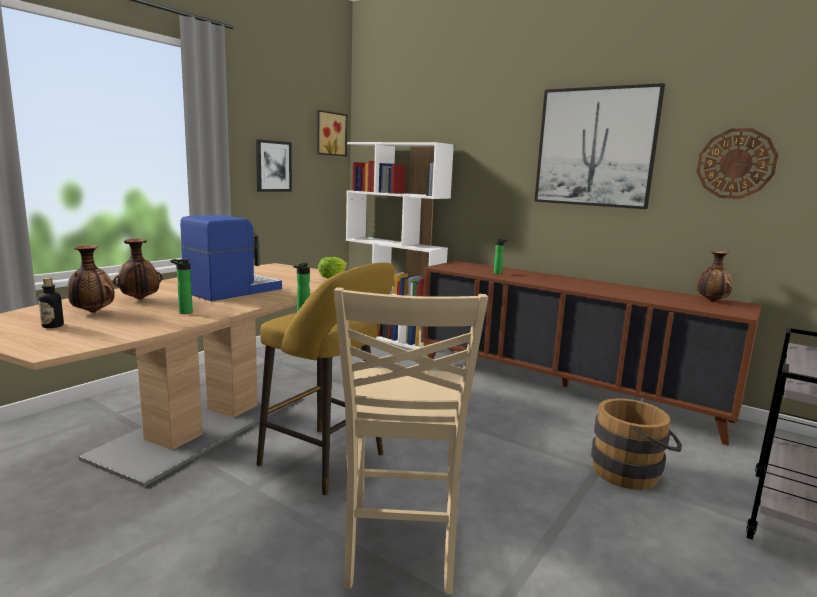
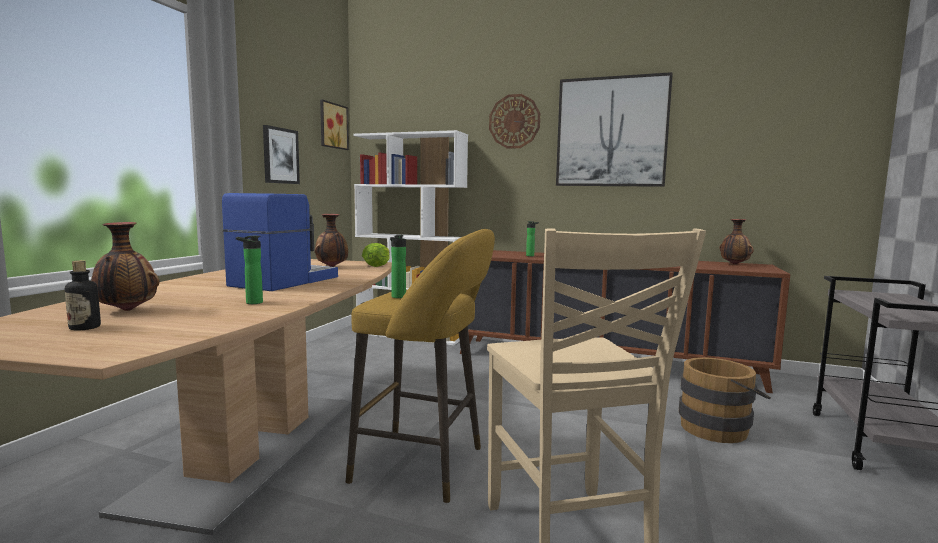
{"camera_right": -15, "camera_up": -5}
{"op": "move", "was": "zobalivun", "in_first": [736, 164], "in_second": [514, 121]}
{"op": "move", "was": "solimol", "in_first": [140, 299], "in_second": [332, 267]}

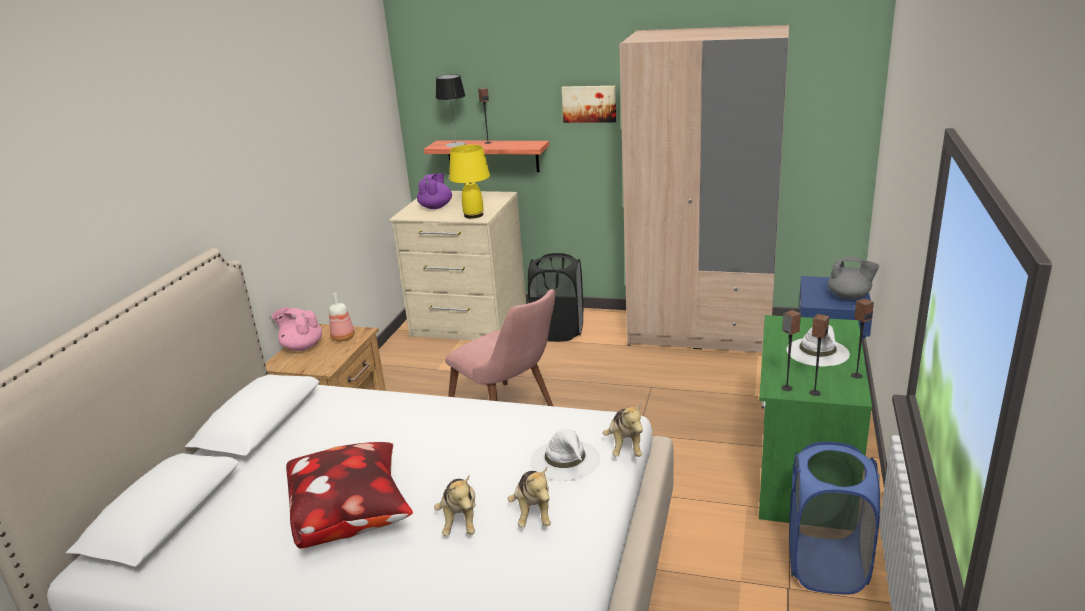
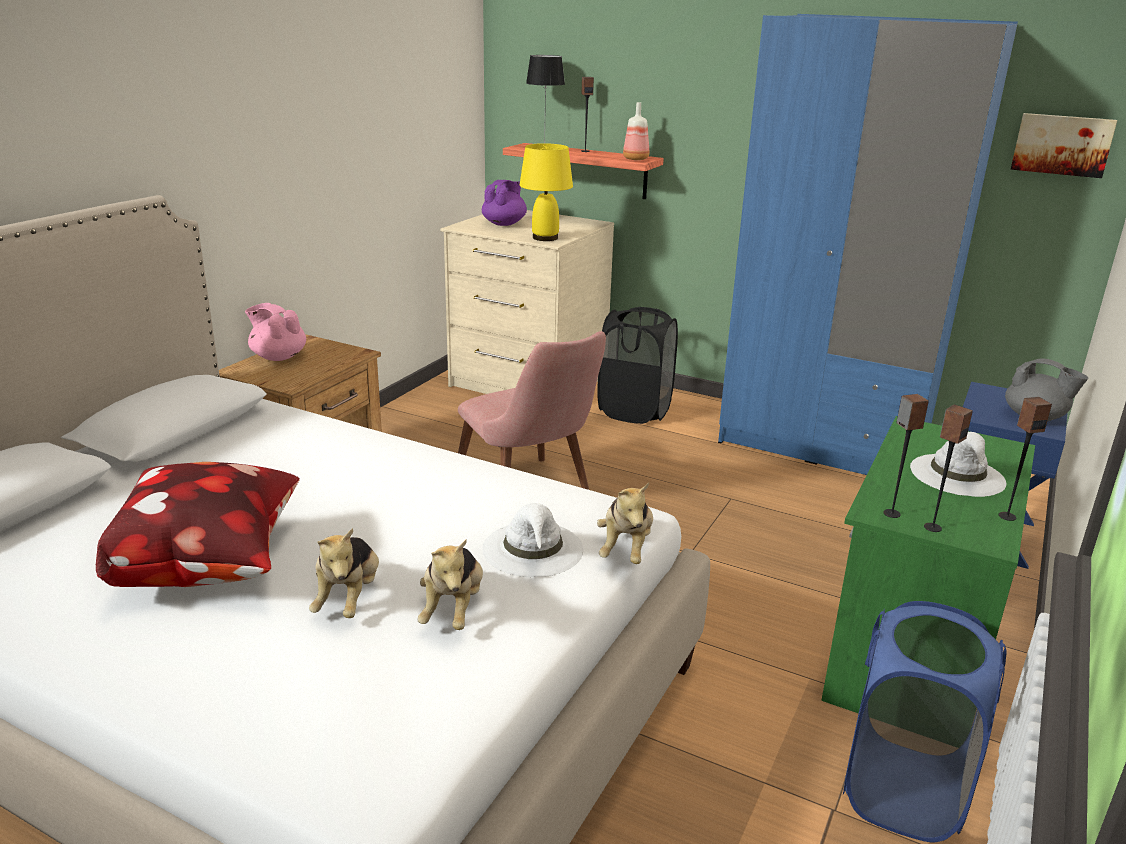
{"camera_right": 10, "camera_up": 0}
{"op": "recolor", "was": "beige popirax", "now": "blue popirax", "in_first": [701, 332], "in_second": [823, 444]}
{"op": "move", "was": "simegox", "in_first": [589, 103], "in_second": [1062, 144]}
{"op": "move", "was": "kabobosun", "in_first": [344, 338], "in_second": [636, 159]}

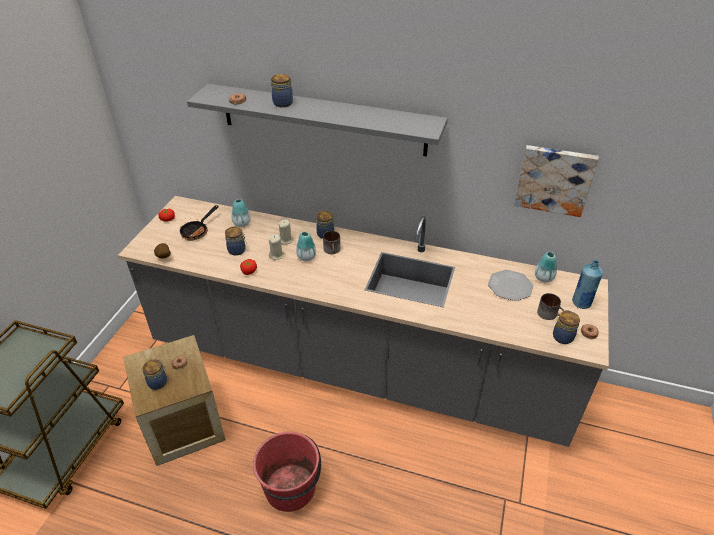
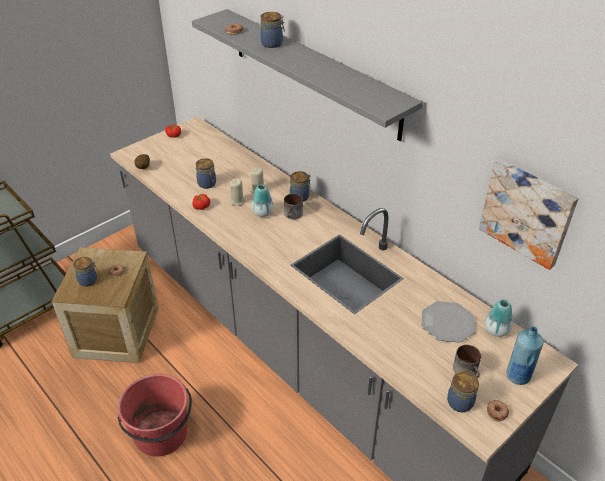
{"camera_right": 30, "camera_up": 0}
{"op": "delete", "was": "solimol", "in_first": [242, 224]}
{"op": "delete", "was": "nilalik", "in_first": [197, 231]}

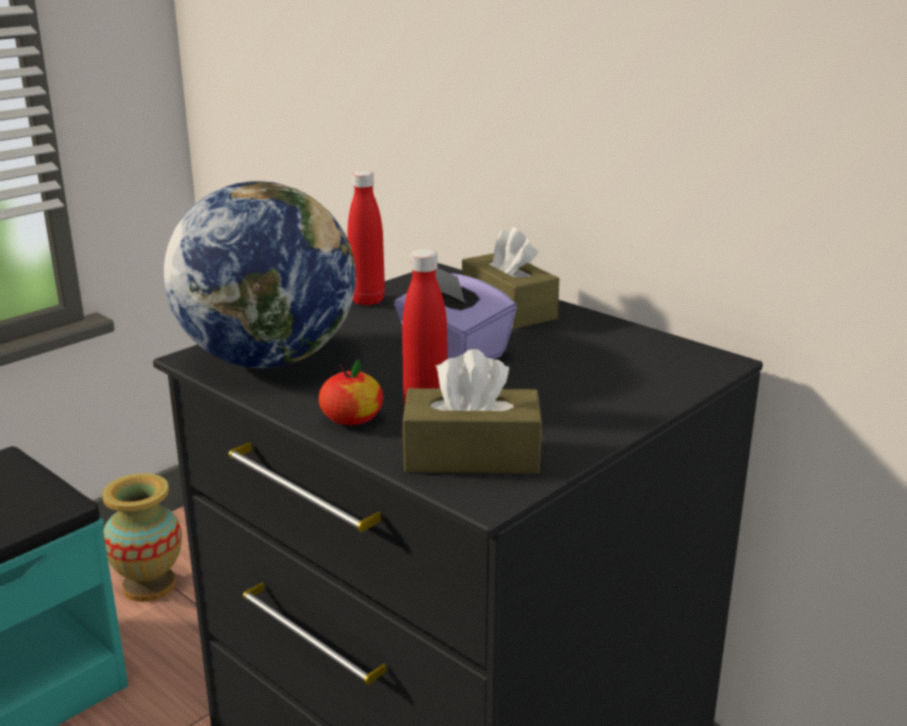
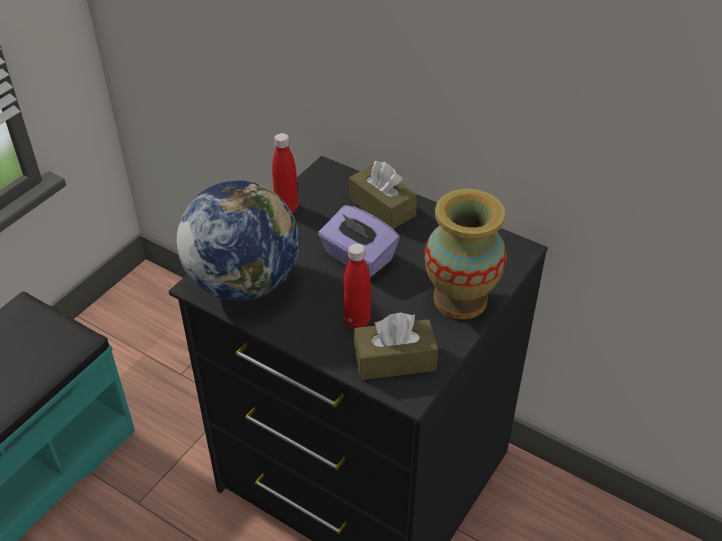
{"camera_right": -10, "camera_up": 20}
{"op": "delete", "was": "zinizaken", "in_first": [352, 419]}
{"op": "move", "was": "solimol", "in_first": [149, 586], "in_second": [460, 299]}

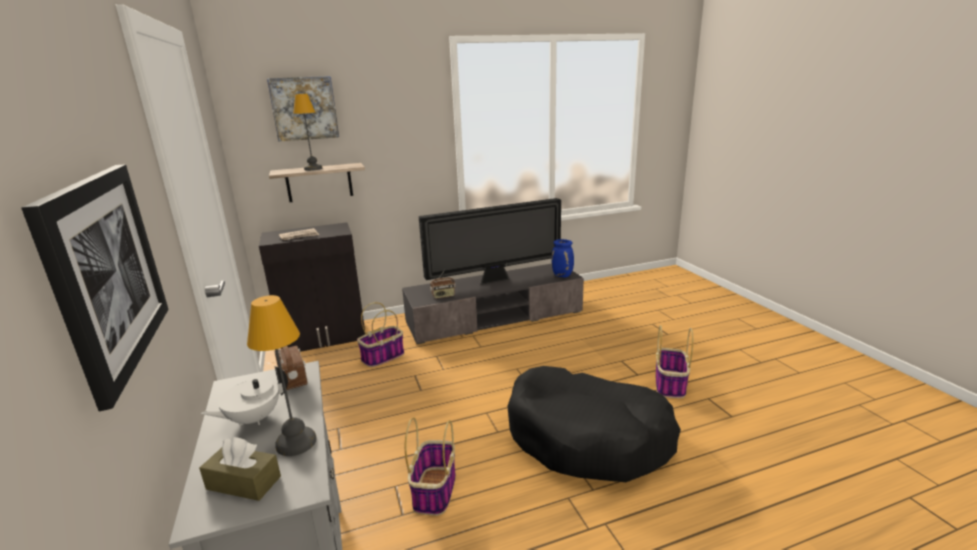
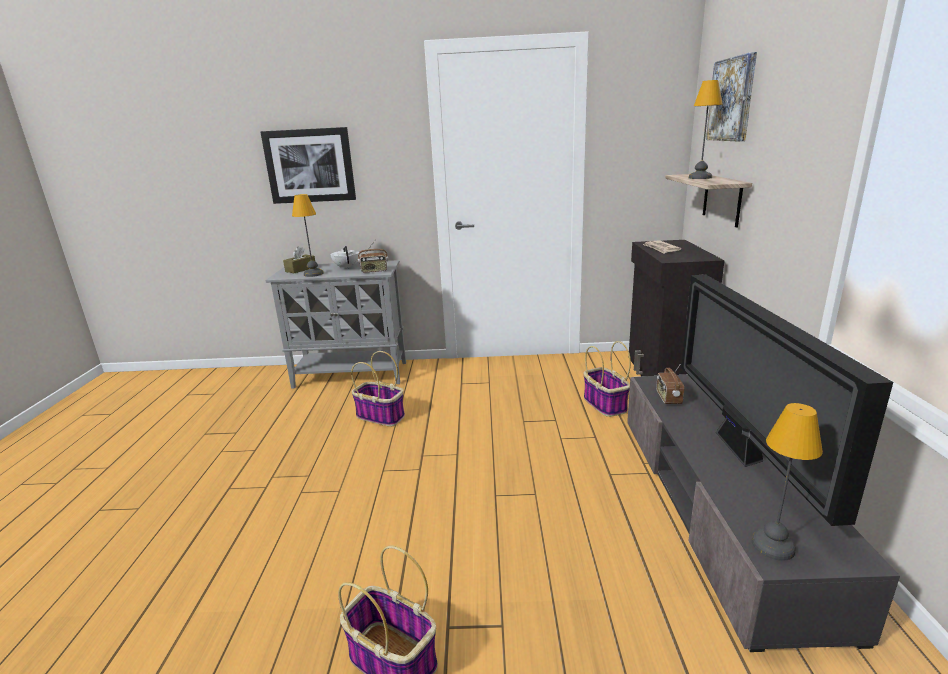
{"camera_right": 110, "camera_up": 0}
{"op": "replace", "was": "blue solimol", "now": "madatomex", "in_first": [563, 275], "in_second": [774, 546]}
{"op": "delete", "was": "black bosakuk", "in_first": [588, 437]}

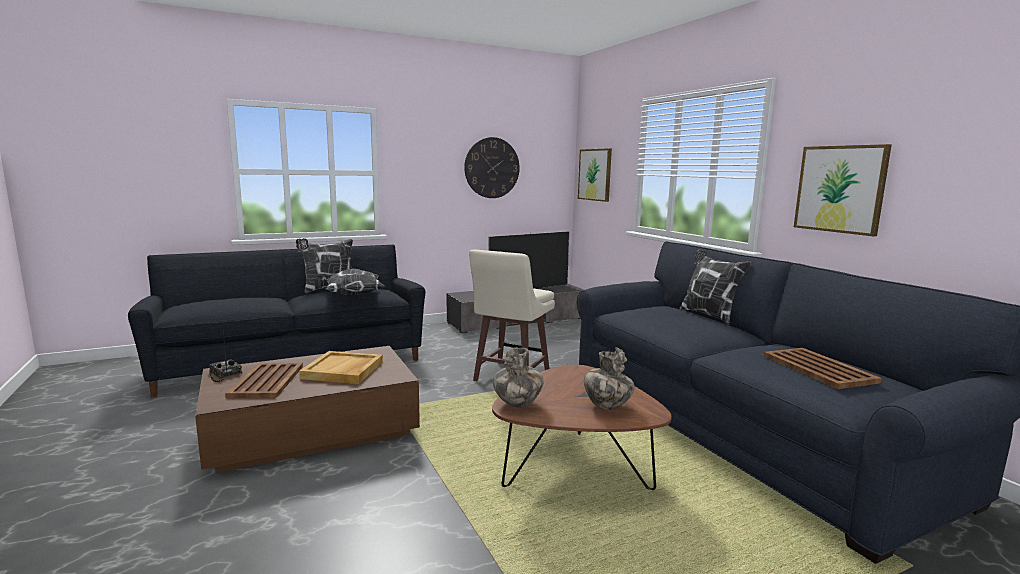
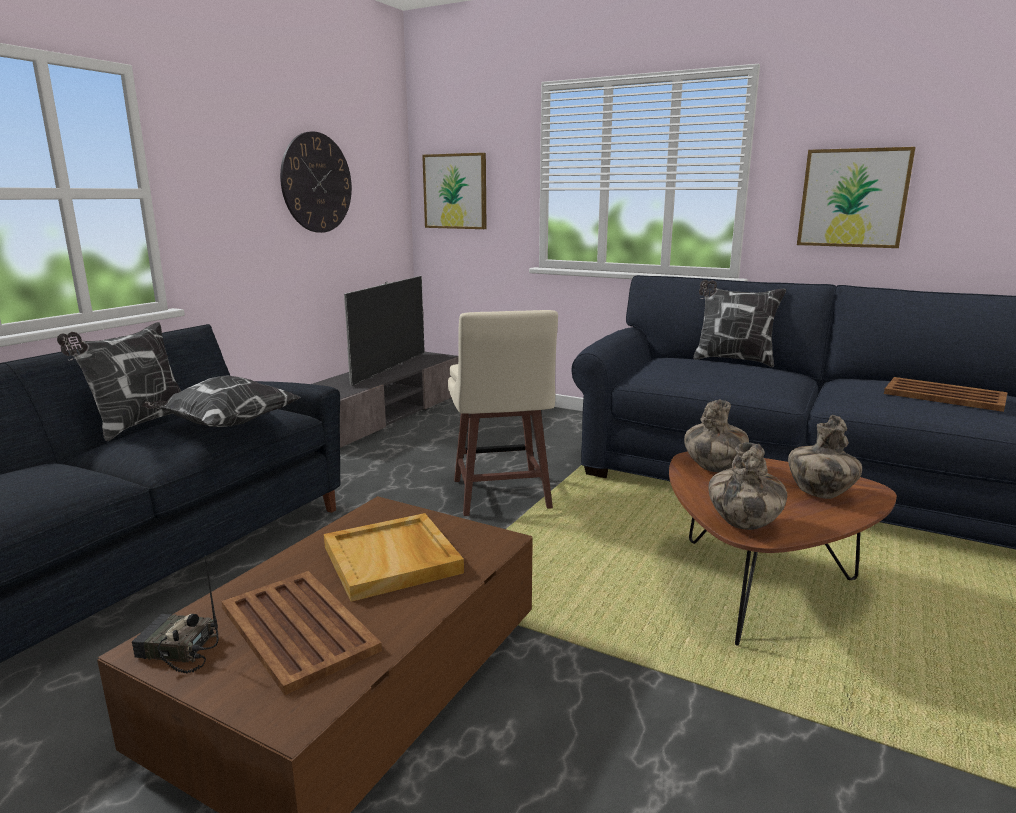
{"camera_right": -35, "camera_up": 5}
{"op": "insert", "now": "solimol", "in_second": [713, 468]}

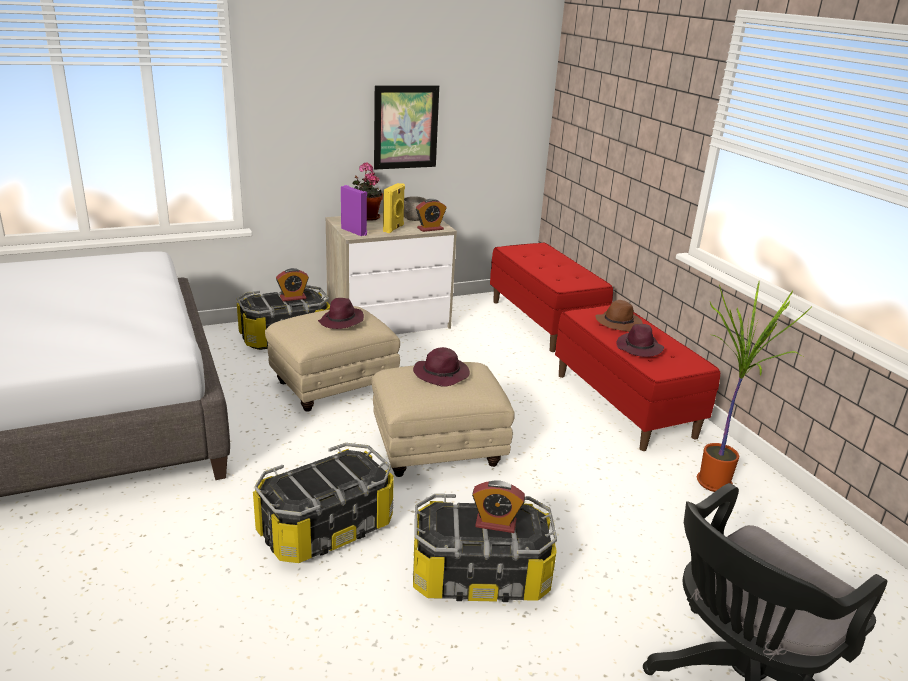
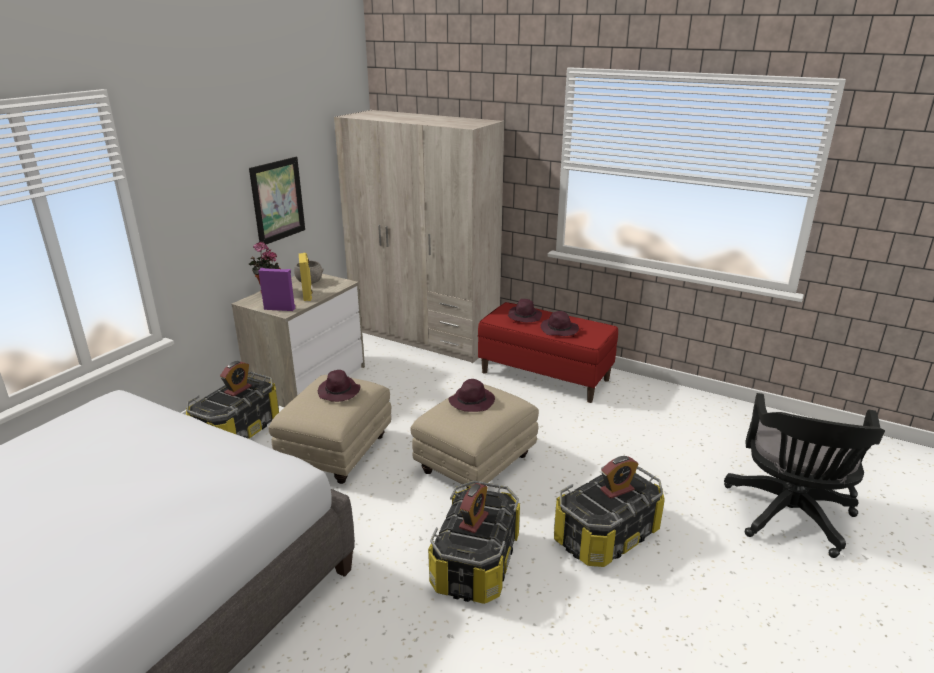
{"camera_right": -35, "camera_up": 0}
{"op": "move", "was": "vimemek", "in_first": [430, 229], "in_second": [473, 521]}
{"op": "replace", "was": "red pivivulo", "now": "beige popirax", "in_first": [544, 322], "in_second": [424, 336]}
{"op": "delete", "was": "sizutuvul", "in_first": [716, 483]}
{"op": "recolor", "was": "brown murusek", "now": "purple murusek", "in_first": [618, 323], "in_second": [524, 316]}

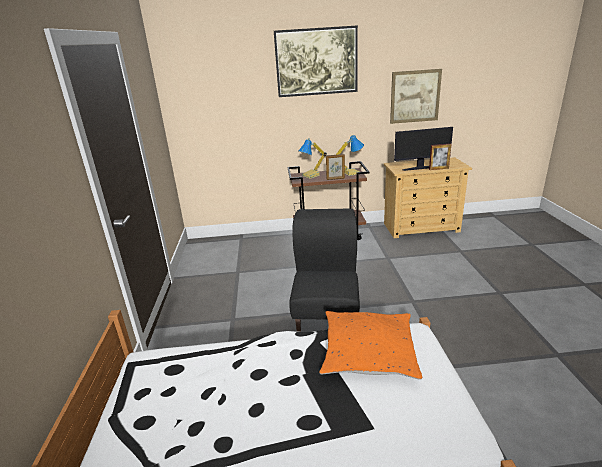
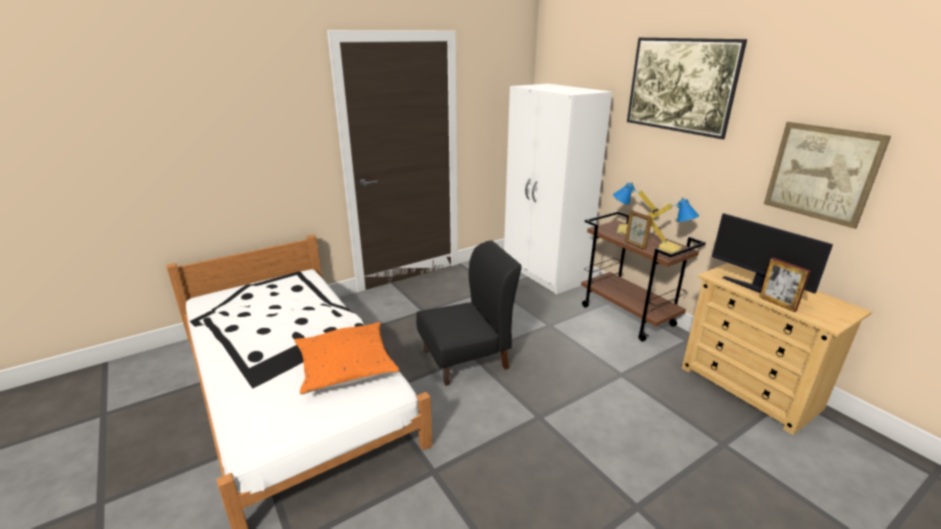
{"camera_right": 60, "camera_up": 0}
{"op": "insert", "now": "white popirax", "in_second": [544, 273]}

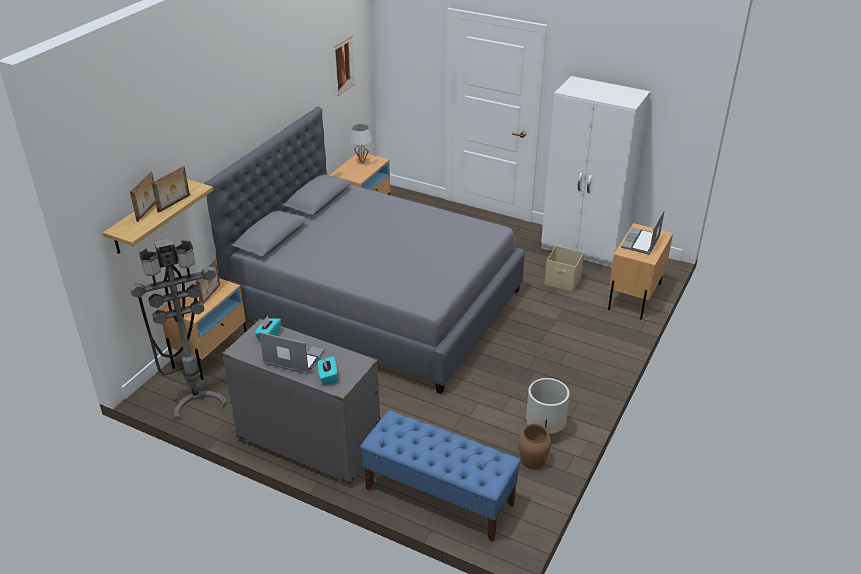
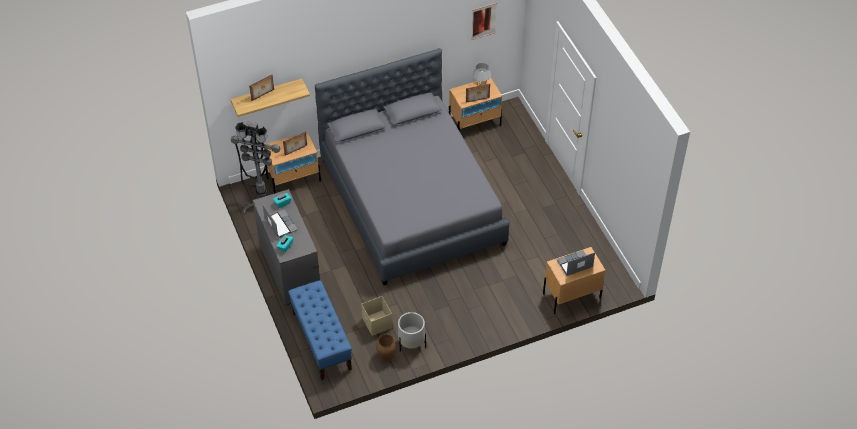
{"camera_right": 40, "camera_up": 15}
{"op": "delete", "was": "white popirax", "in_first": [584, 249]}
{"op": "move", "was": "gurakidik", "in_first": [174, 204], "in_second": [477, 100]}
{"op": "move", "was": "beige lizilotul", "in_first": [563, 282], "in_second": [377, 323]}

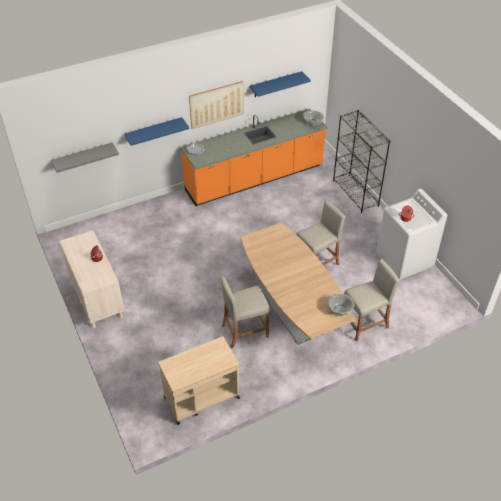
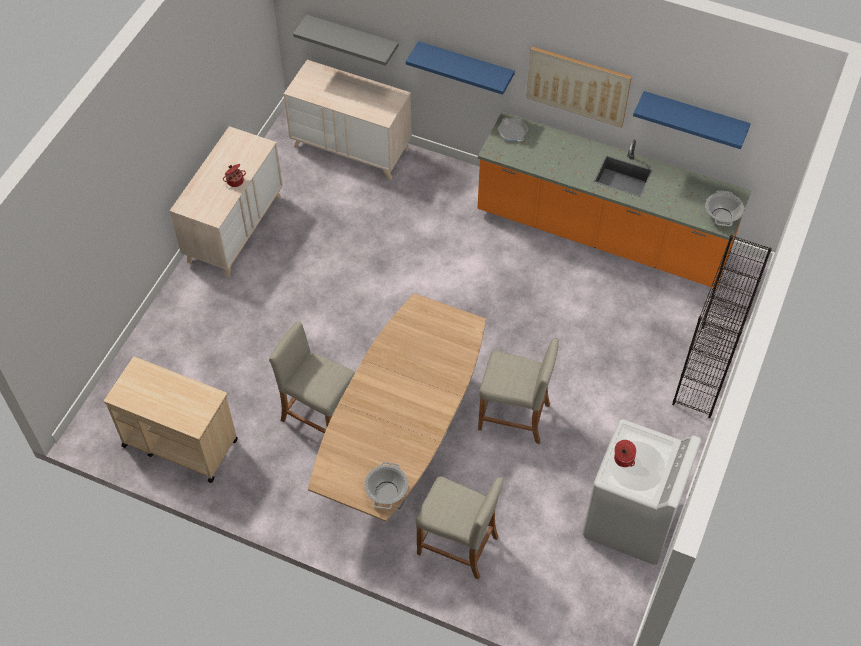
{"camera_right": 50, "camera_up": 10}
{"op": "insert", "now": "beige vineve", "in_second": [351, 148]}

